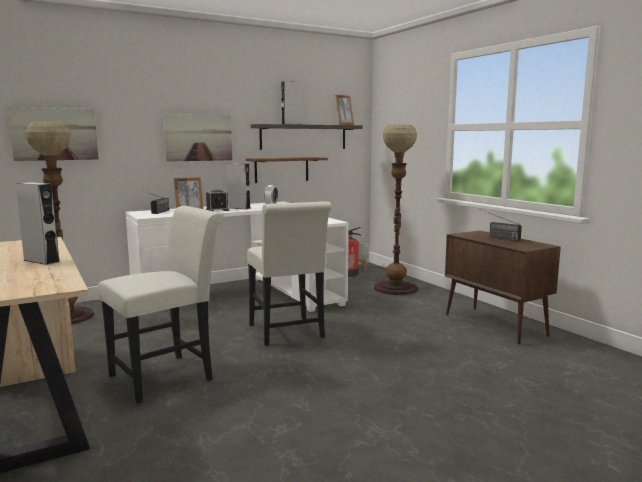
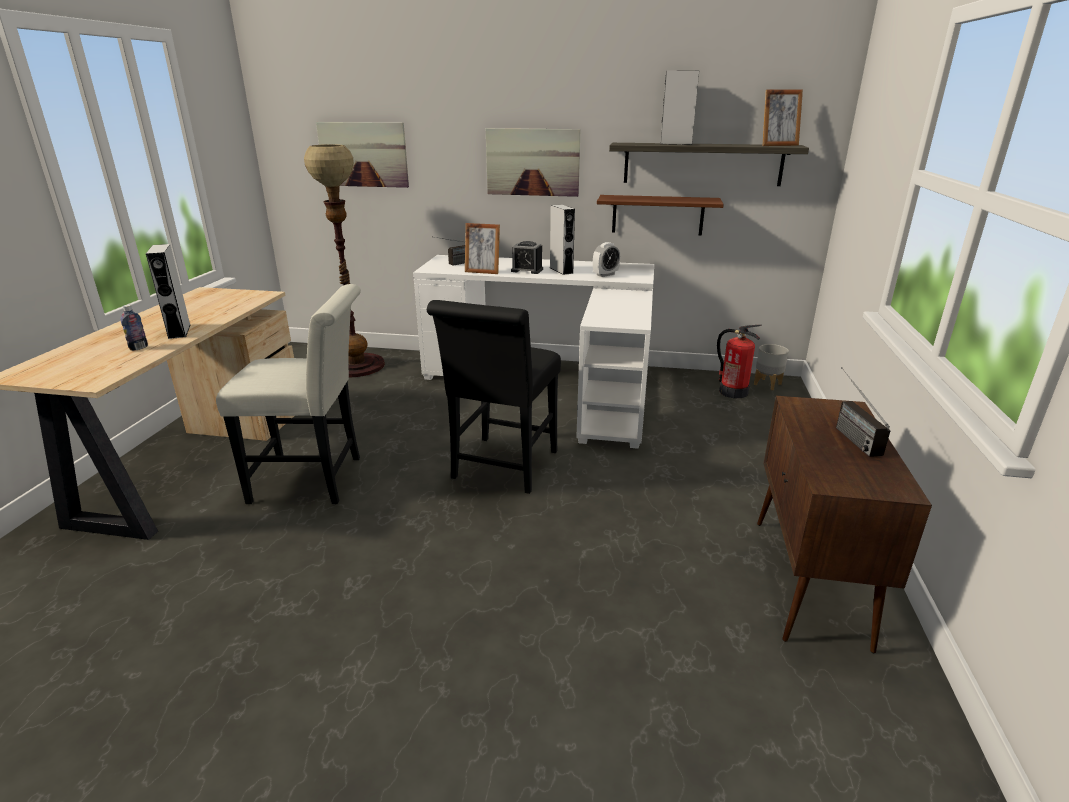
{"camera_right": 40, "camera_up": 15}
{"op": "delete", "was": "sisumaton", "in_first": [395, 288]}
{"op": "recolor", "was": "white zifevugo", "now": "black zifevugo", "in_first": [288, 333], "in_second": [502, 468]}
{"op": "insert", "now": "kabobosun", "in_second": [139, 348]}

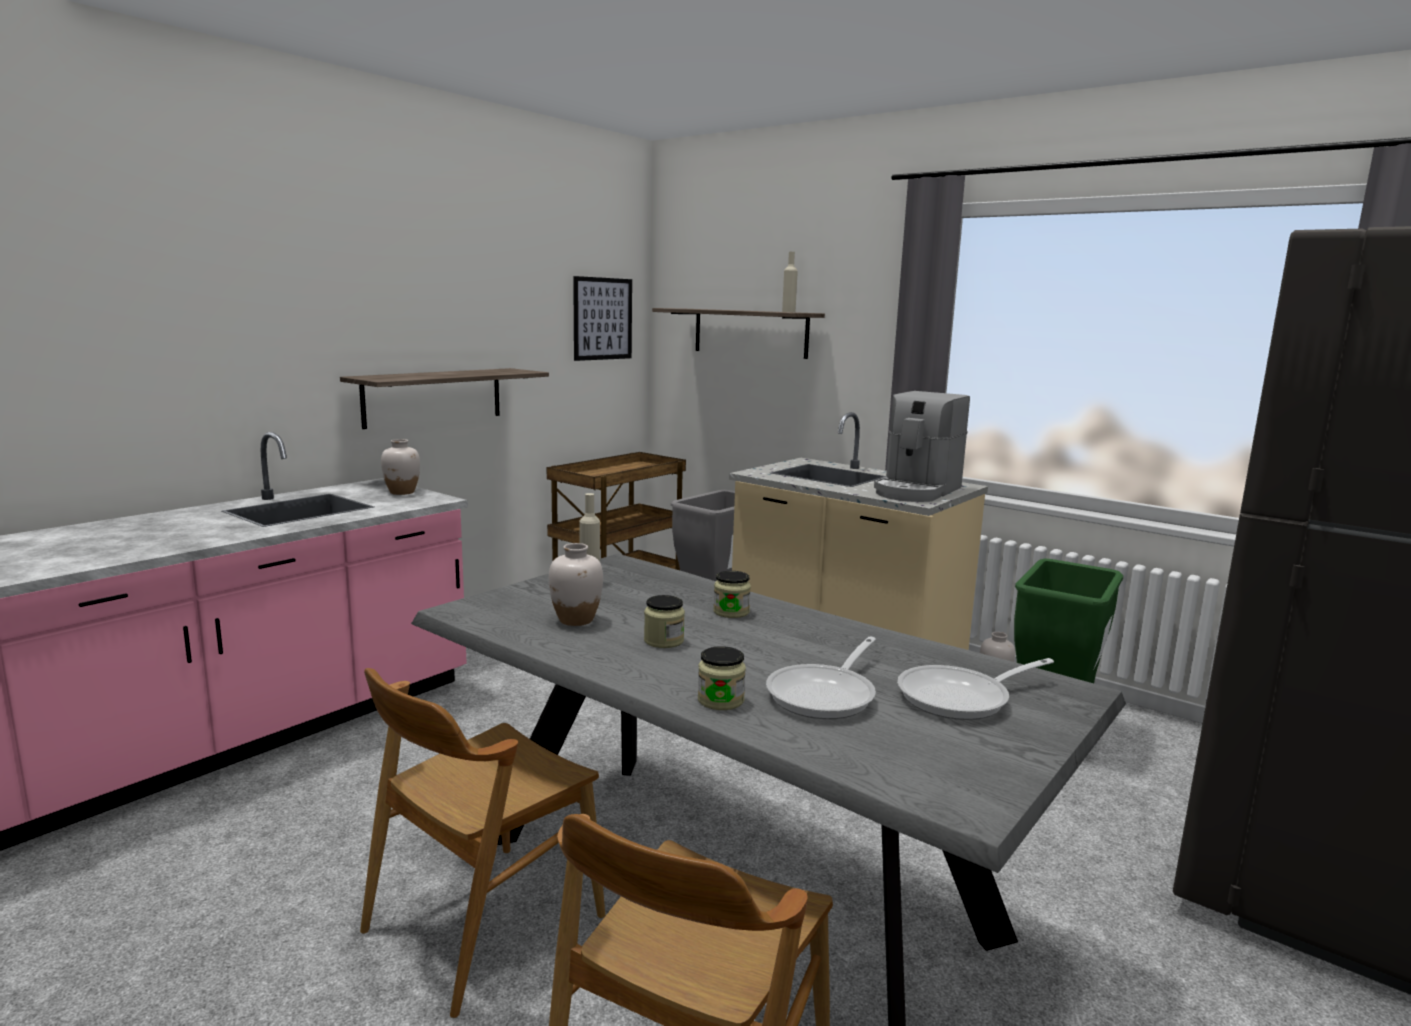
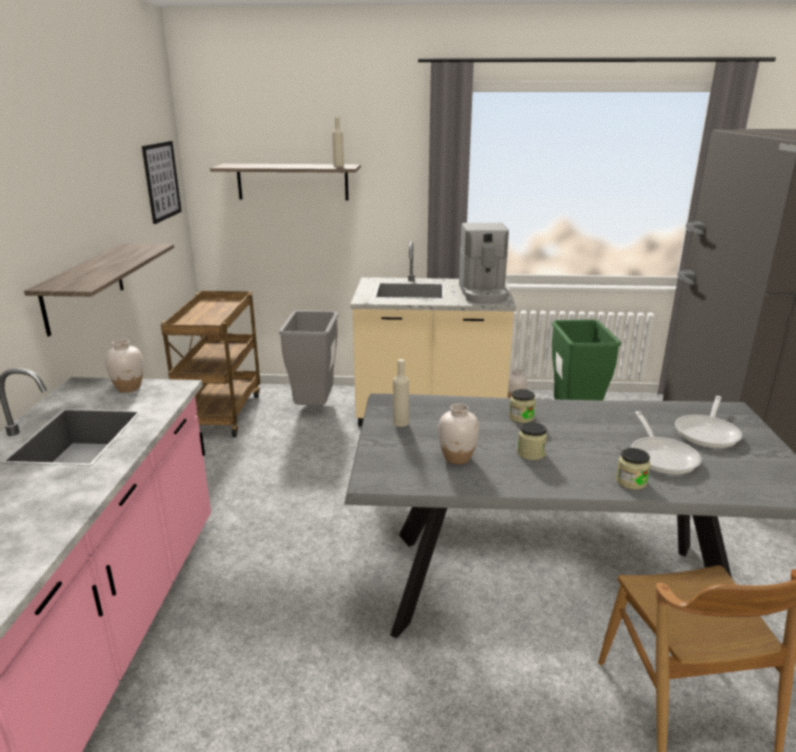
{"camera_right": -35, "camera_up": 10}
{"op": "delete", "was": "brown zifevugo", "in_first": [483, 923]}

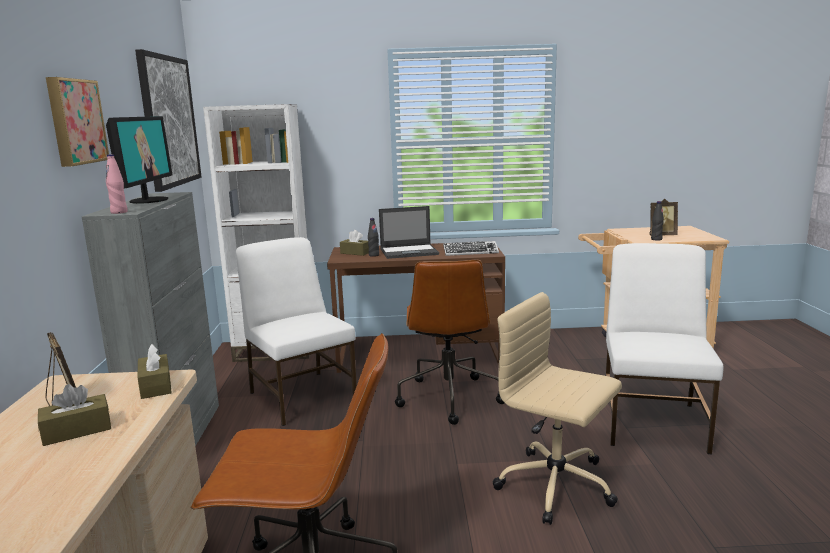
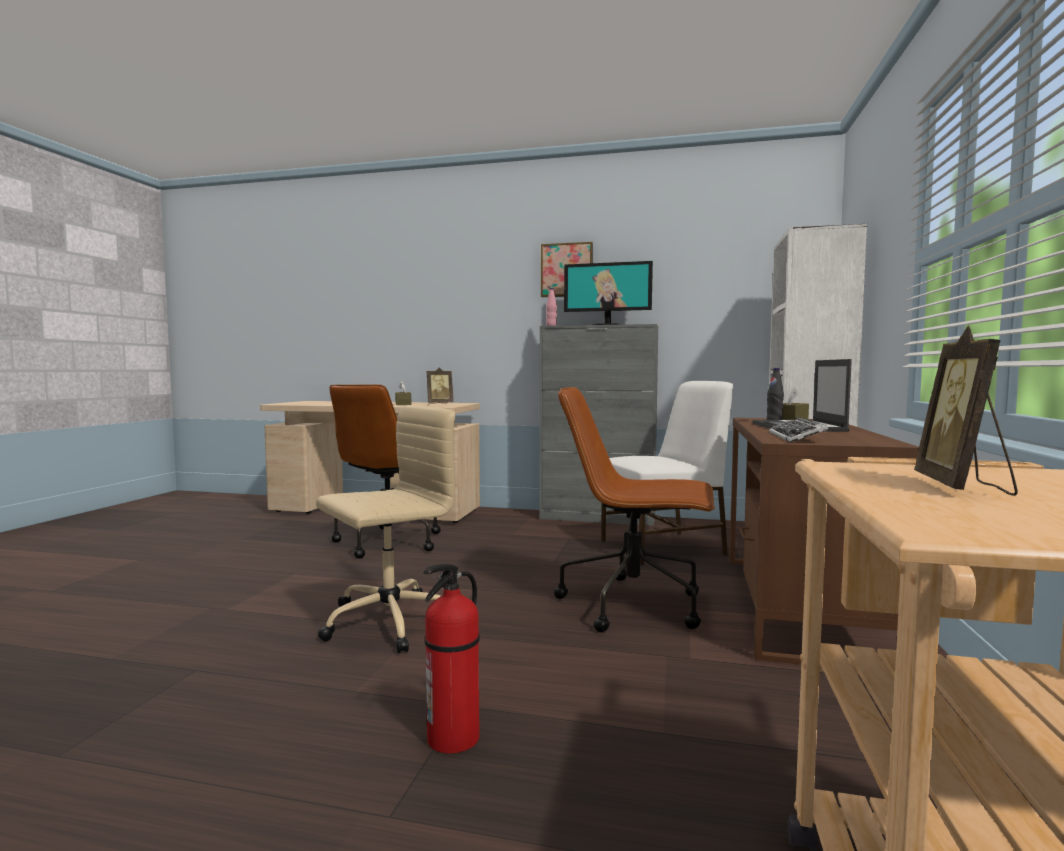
{"camera_right": 105, "camera_up": -10}
{"op": "delete", "was": "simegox", "in_first": [169, 121]}
{"op": "delete", "was": "black kabobosun", "in_first": [656, 239]}
{"op": "replace", "was": "white zifevugo", "now": "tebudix", "in_first": [653, 423], "in_second": [453, 739]}
{"op": "delete", "was": "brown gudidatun", "in_first": [155, 386]}

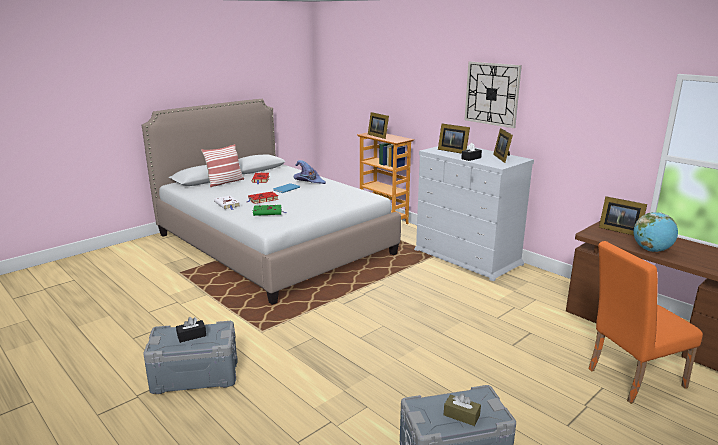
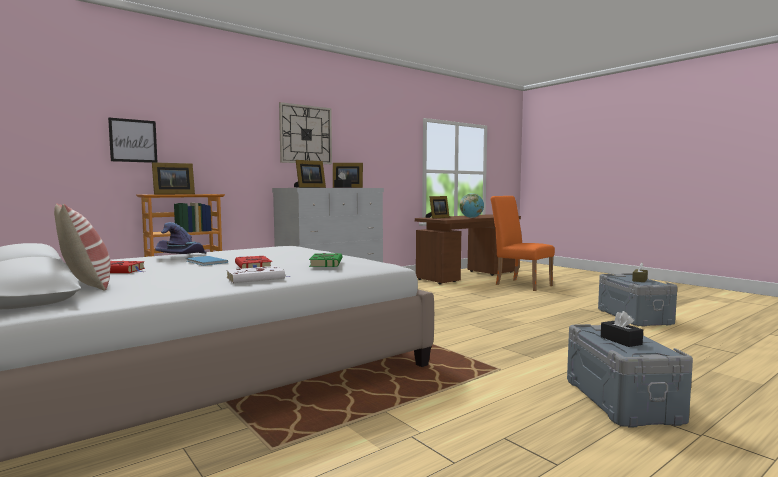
{"camera_right": -85, "camera_up": -15}
{"op": "rotate", "was": "orange zifevugo", "in_first": [630, 379], "in_second": [520, 284], "clockwise": 150}
{"op": "insert", "now": "simegox", "in_second": [133, 140]}

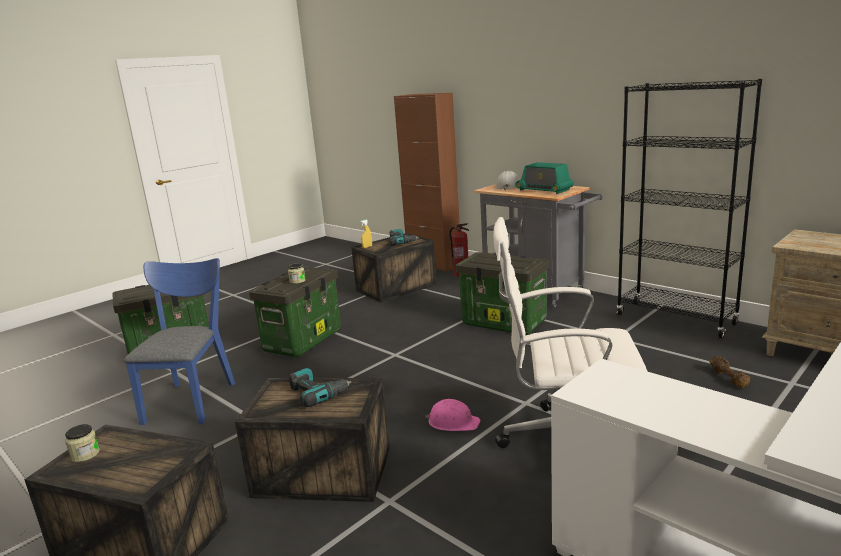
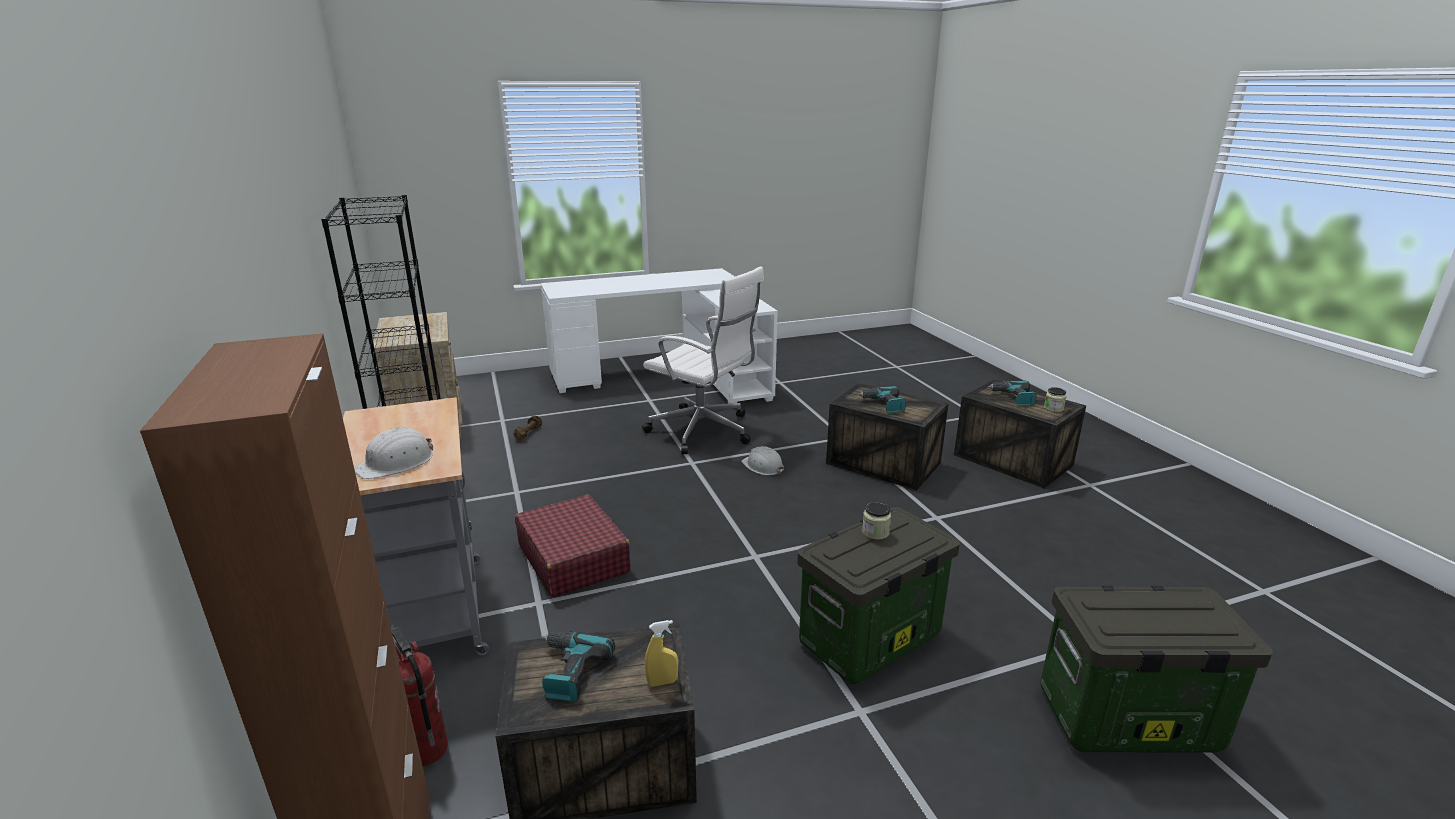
{"camera_right": -155, "camera_up": 5}
{"op": "delete", "was": "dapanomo", "in_first": [544, 190]}
{"op": "replace", "was": "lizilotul", "now": "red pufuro", "in_first": [505, 322], "in_second": [573, 558]}
{"op": "delete", "was": "blue zifevugo", "in_first": [193, 398]}
{"op": "recolor", "was": "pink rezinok", "now": "white rezinok", "in_first": [453, 422], "in_second": [763, 466]}
{"op": "insert", "now": "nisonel", "in_second": [1013, 398]}

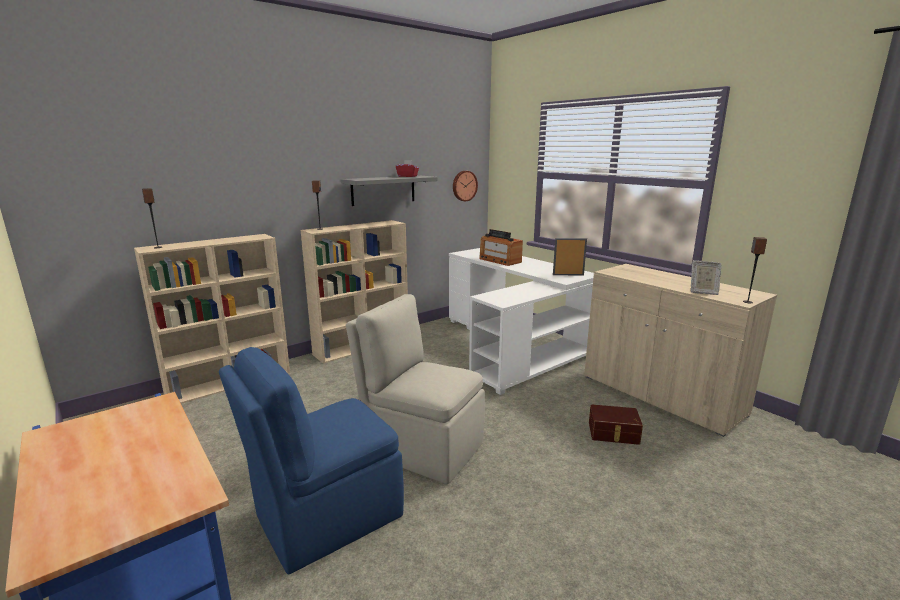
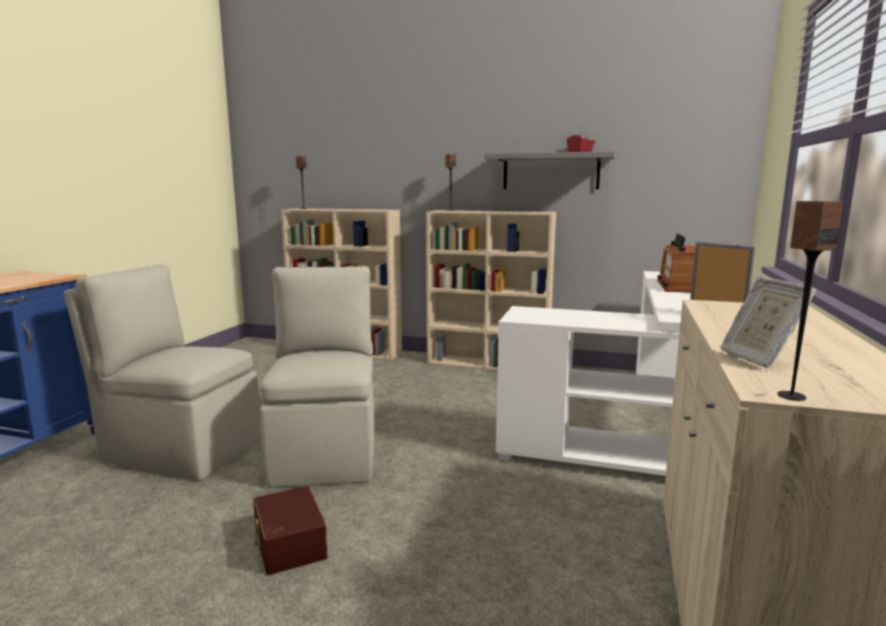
{"camera_right": 55, "camera_up": -5}
{"op": "delete", "was": "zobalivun", "in_first": [464, 186]}
{"op": "recolor", "was": "blue zifevugo", "now": "beige zifevugo", "in_first": [325, 517], "in_second": [181, 450]}
{"op": "move", "was": "brown lizilotul", "in_first": [613, 433], "in_second": [288, 544]}

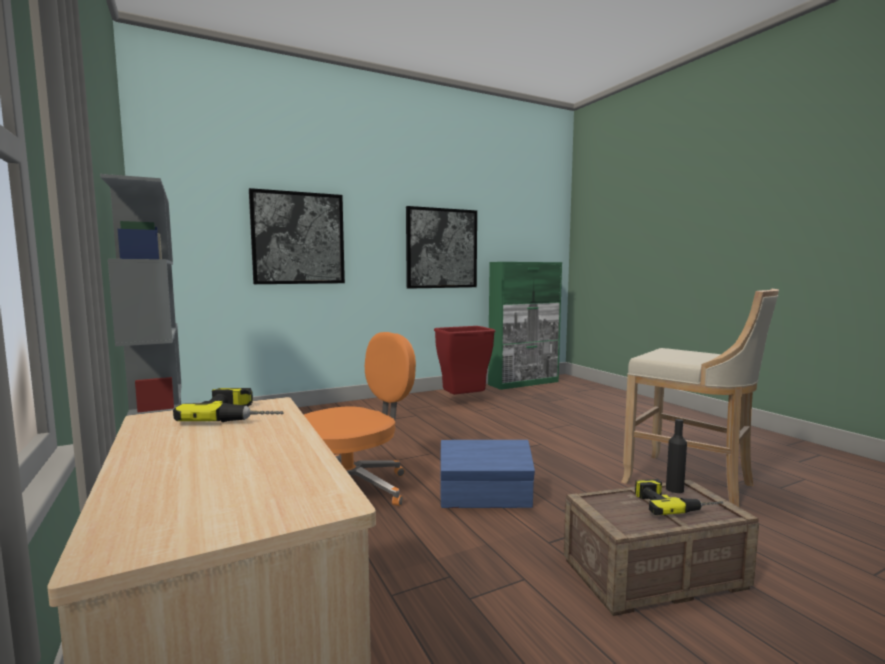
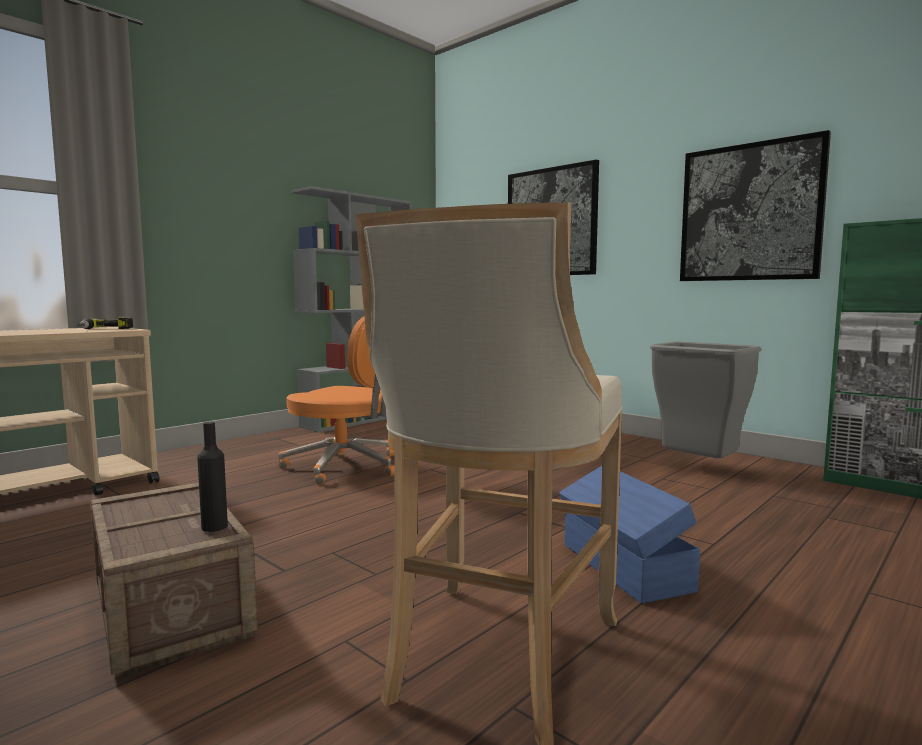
{"camera_right": 70, "camera_up": 0}
{"op": "recolor", "was": "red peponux", "now": "grey peponux", "in_first": [464, 401], "in_second": [699, 468]}
{"op": "move", "was": "blue lizilotul", "in_first": [486, 498], "in_second": [624, 567]}
{"op": "delete", "was": "nisonel", "in_first": [674, 503]}

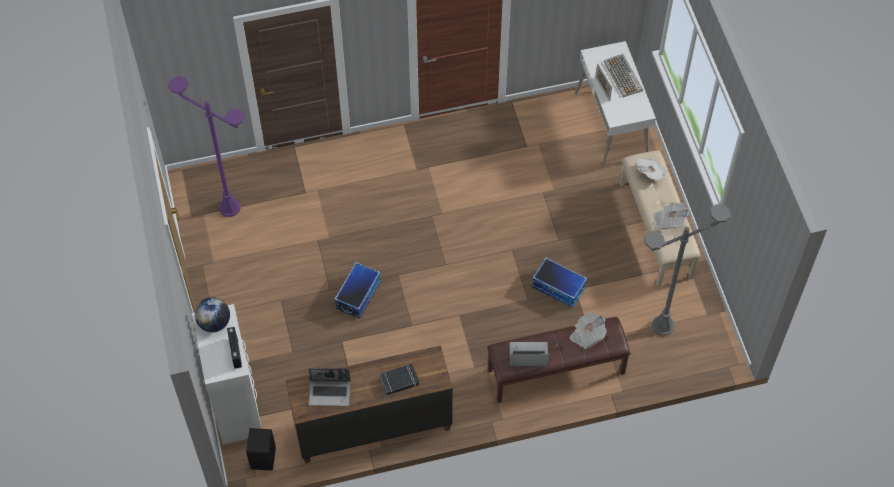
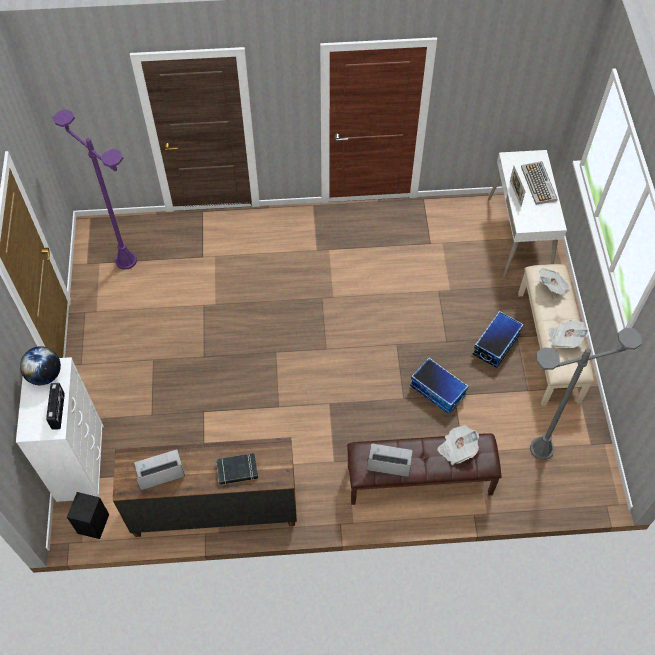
{"camera_right": 10, "camera_up": 0}
{"op": "move", "was": "lizilotul", "in_first": [357, 295], "in_second": [495, 344]}
{"op": "rotate", "was": "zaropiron", "in_first": [330, 393], "in_second": [159, 471], "clockwise": 150}

